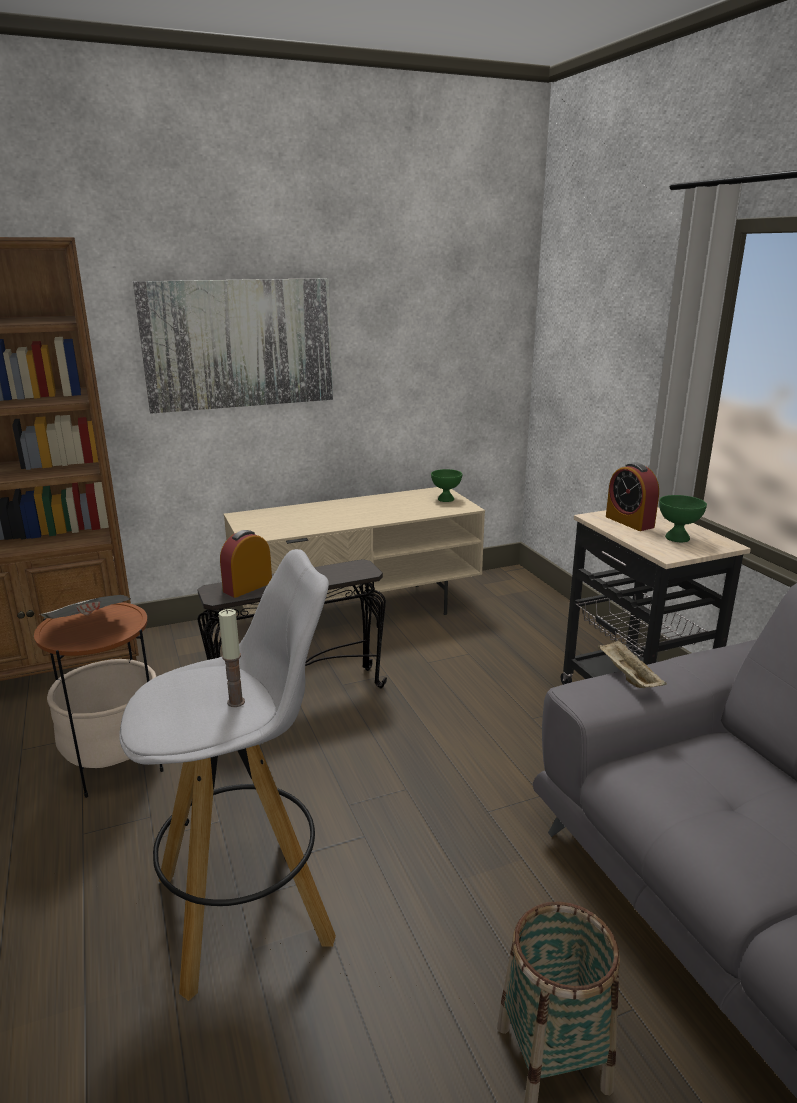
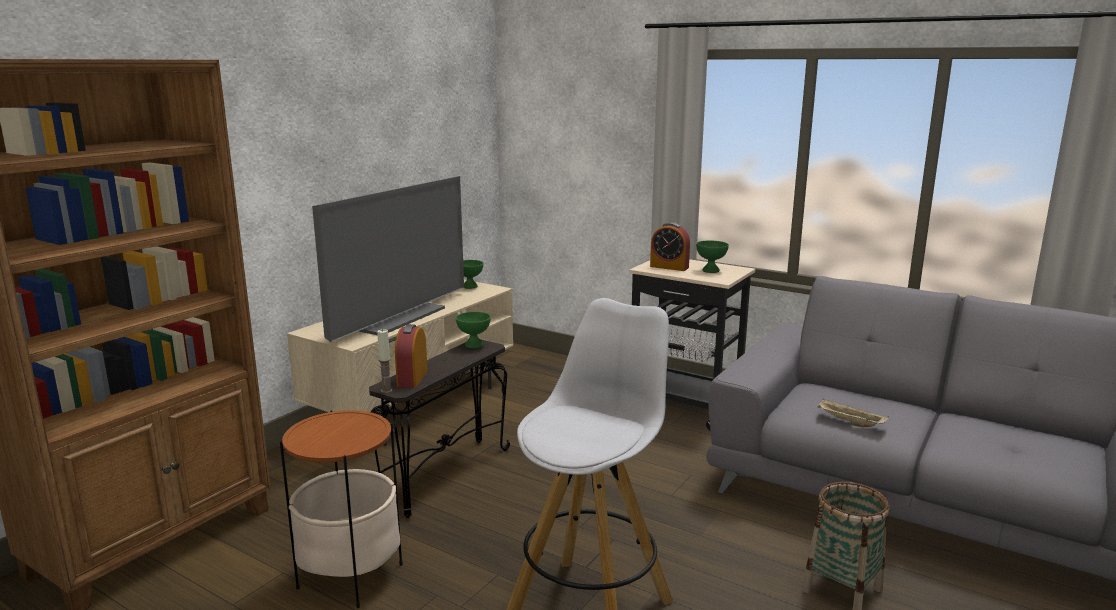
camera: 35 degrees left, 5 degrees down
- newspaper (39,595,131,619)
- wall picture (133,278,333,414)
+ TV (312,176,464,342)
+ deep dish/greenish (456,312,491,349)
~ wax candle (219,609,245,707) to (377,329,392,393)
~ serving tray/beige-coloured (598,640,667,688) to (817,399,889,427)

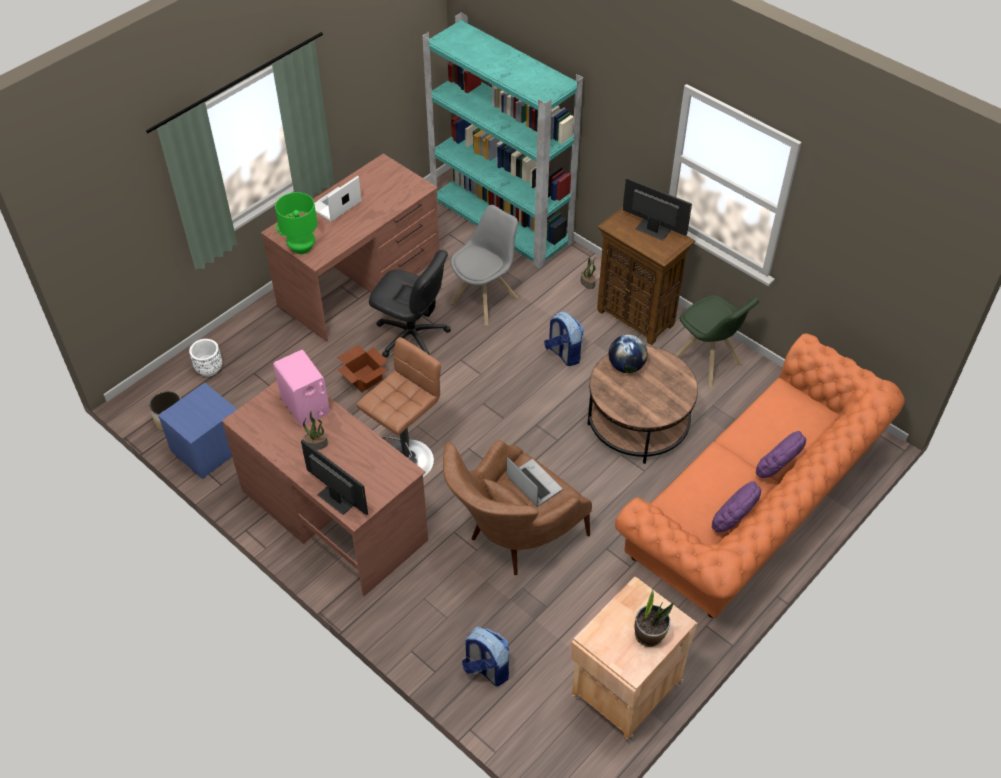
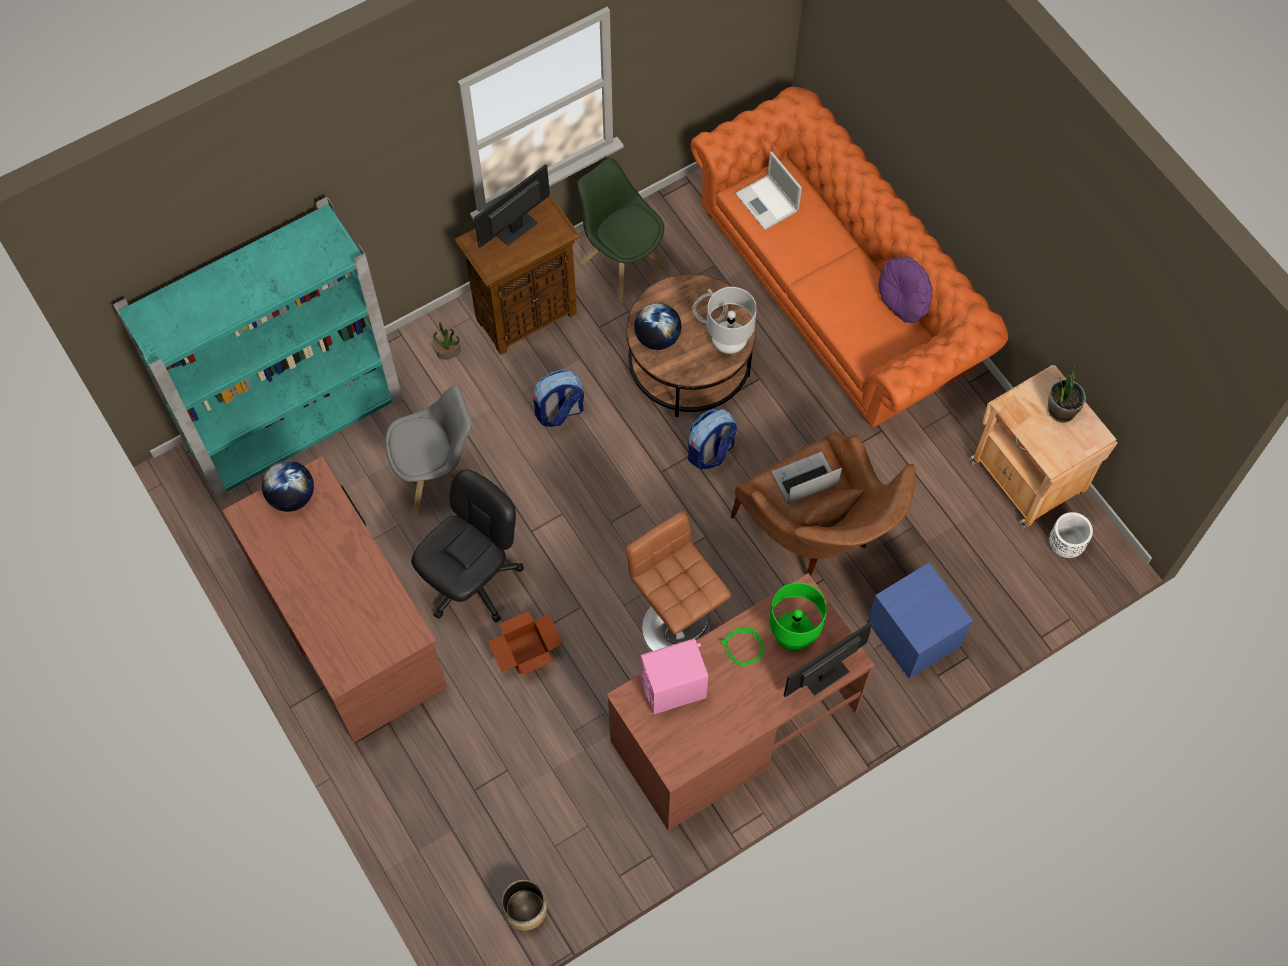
camera: 75 degrees left, 15 degrees up
- houseplant (303,411,328,450)
- throw pillow/purplish (756,431,806,478)
+ desk globe (262,461,314,512)
+ lamp for a table/white-coloured (692,287,757,354)
~ bedside table/blue (158,383,237,479) to (867,563,973,679)
~ flower pot/white-coloured (189,339,222,376) to (1049,512,1093,558)
~ lamp for a table/greenish (275,192,317,254) to (720,582,827,666)
~ portable computer (314,176,362,222) to (735,151,802,230)
~ knapsack (462,627,509,686) to (688,409,737,469)
~ plain chair/grey (450,205,518,326) = (385,386,472,517) 105 degrees clockwise
~ plain chair/greenish (675,295,759,389) = (577,158,666,304) 105 degrees counterclockwise

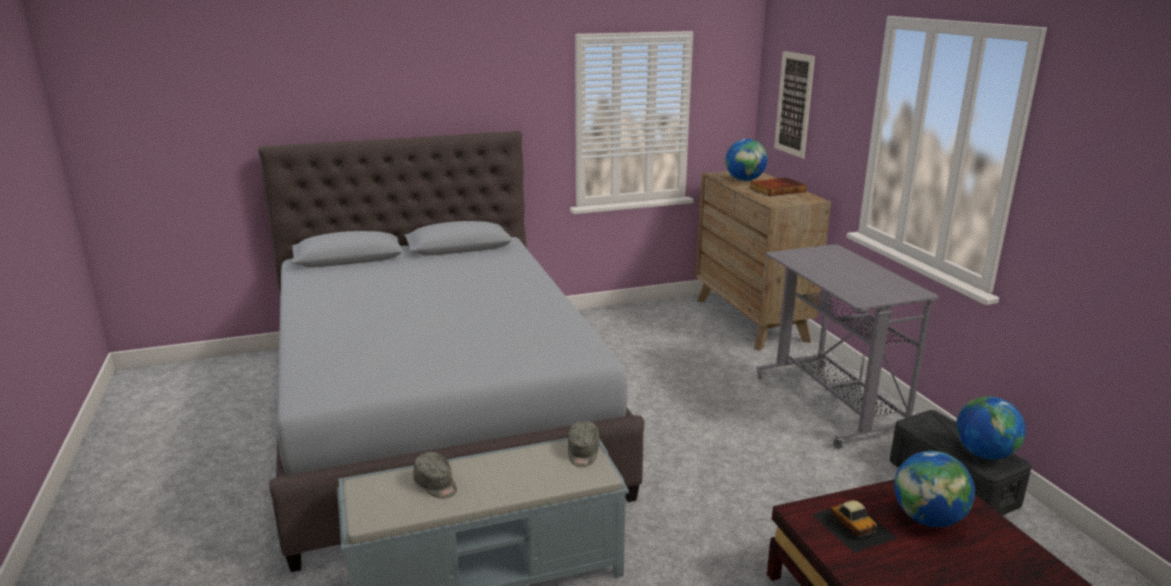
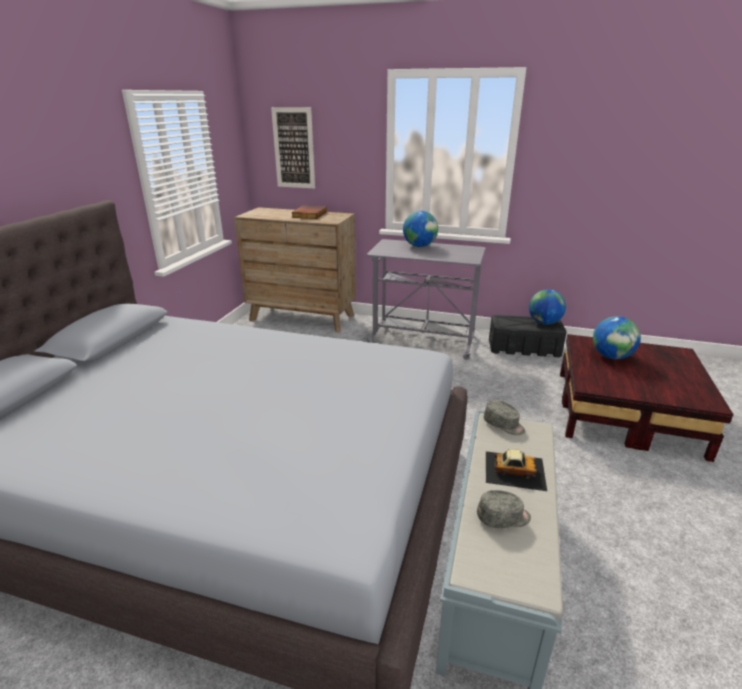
camera: 55 degrees left, 5 degrees up
~ desk globe (725,139,768,181) to (403,211,438,247)
~ model car (812,500,897,553) to (486,449,547,491)

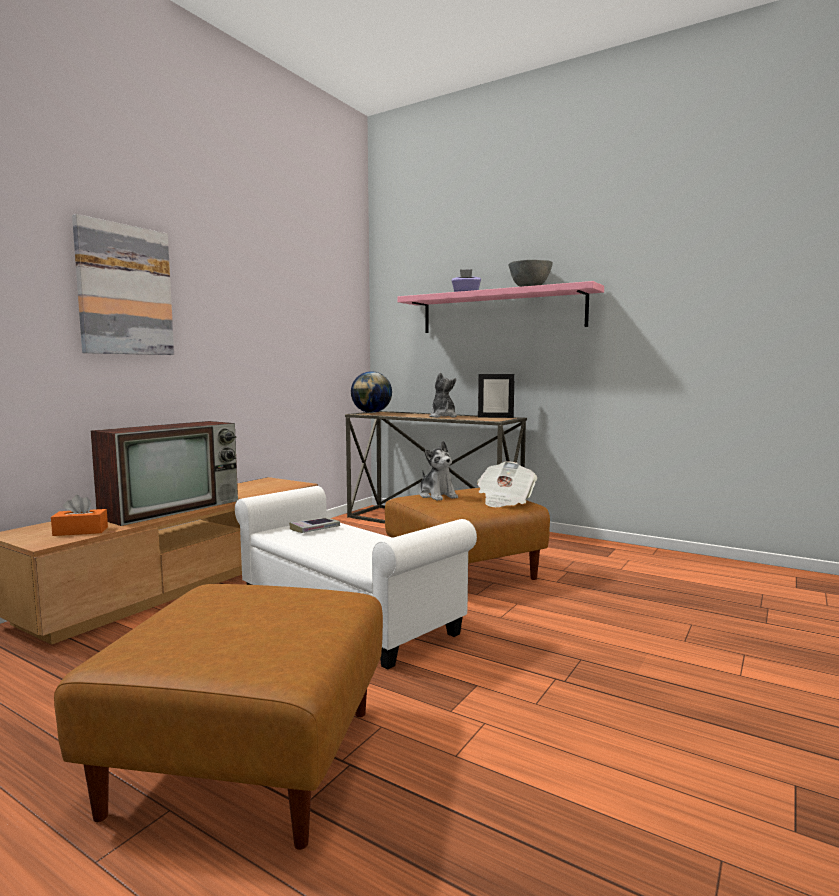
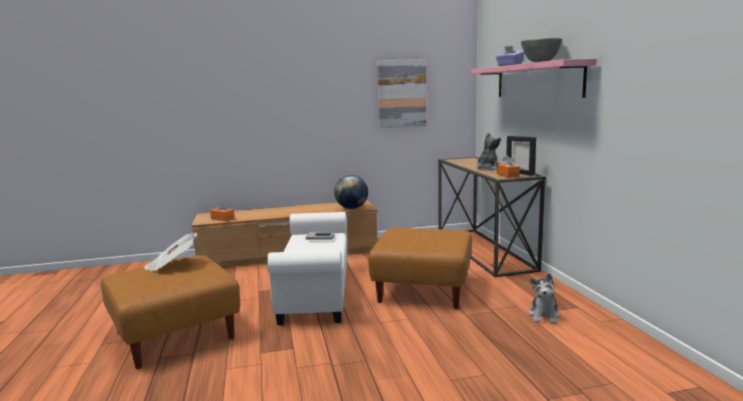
camera: 45 degrees right, 5 degrees up
- TV (91,421,238,526)
+ box of tissues/orange (497,155,520,178)
~ wall picture (72,214,174,355) to (377,59,427,128)
~ desk globe (351,371,392,413) to (334,175,368,209)
~ soft toy (419,441,458,501) to (528,273,560,324)
~ newspaper (477,461,537,507) to (144,233,197,272)

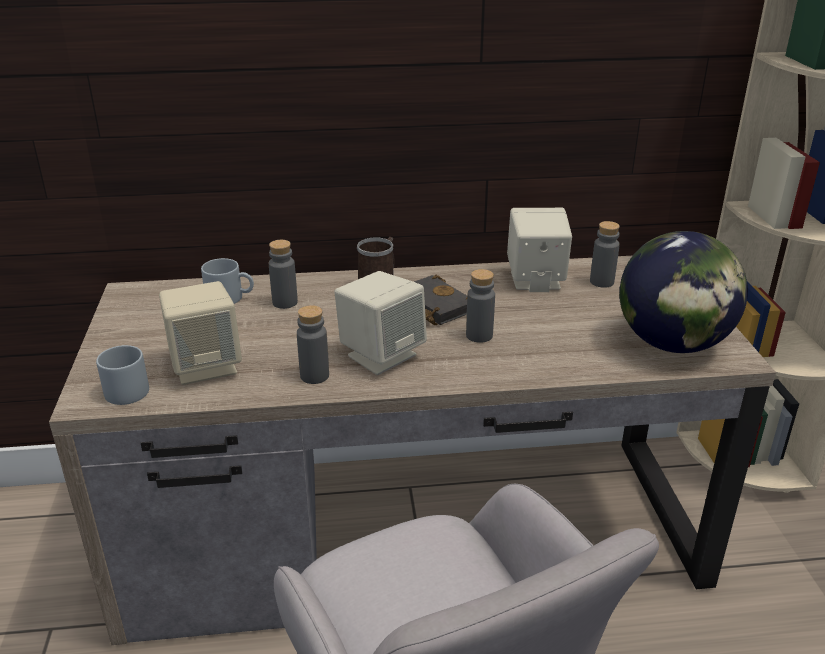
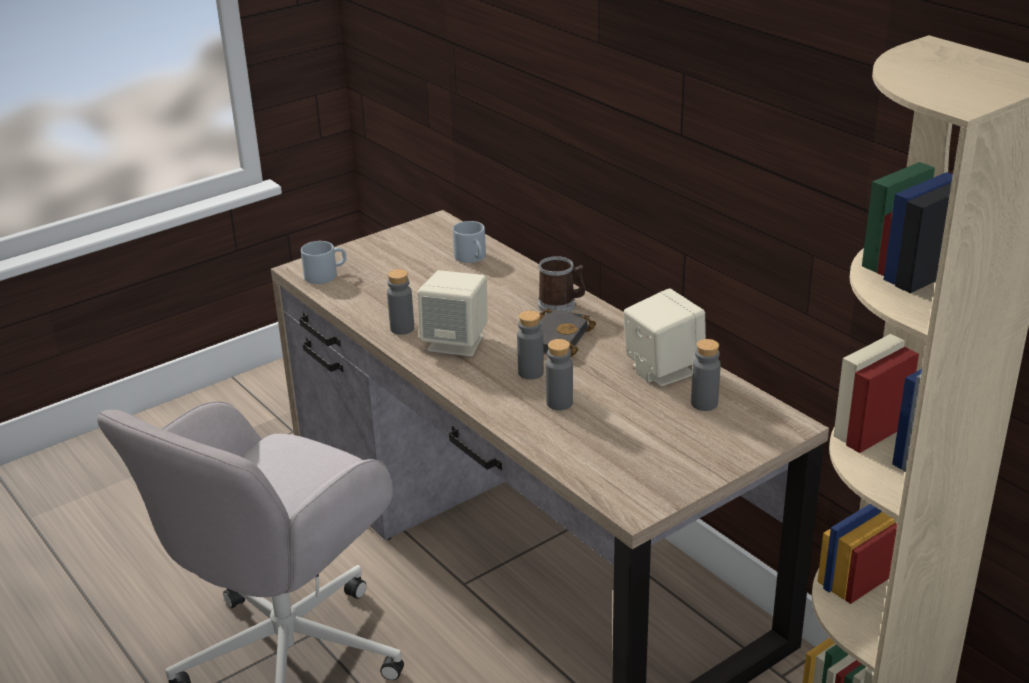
camera: 60 degrees right, 0 degrees up
- audio speaker/beige-coloured (159,281,242,385)
- desk globe (619,231,748,353)
~ drink bottle/grey (269,240,298,309) to (546,339,573,410)

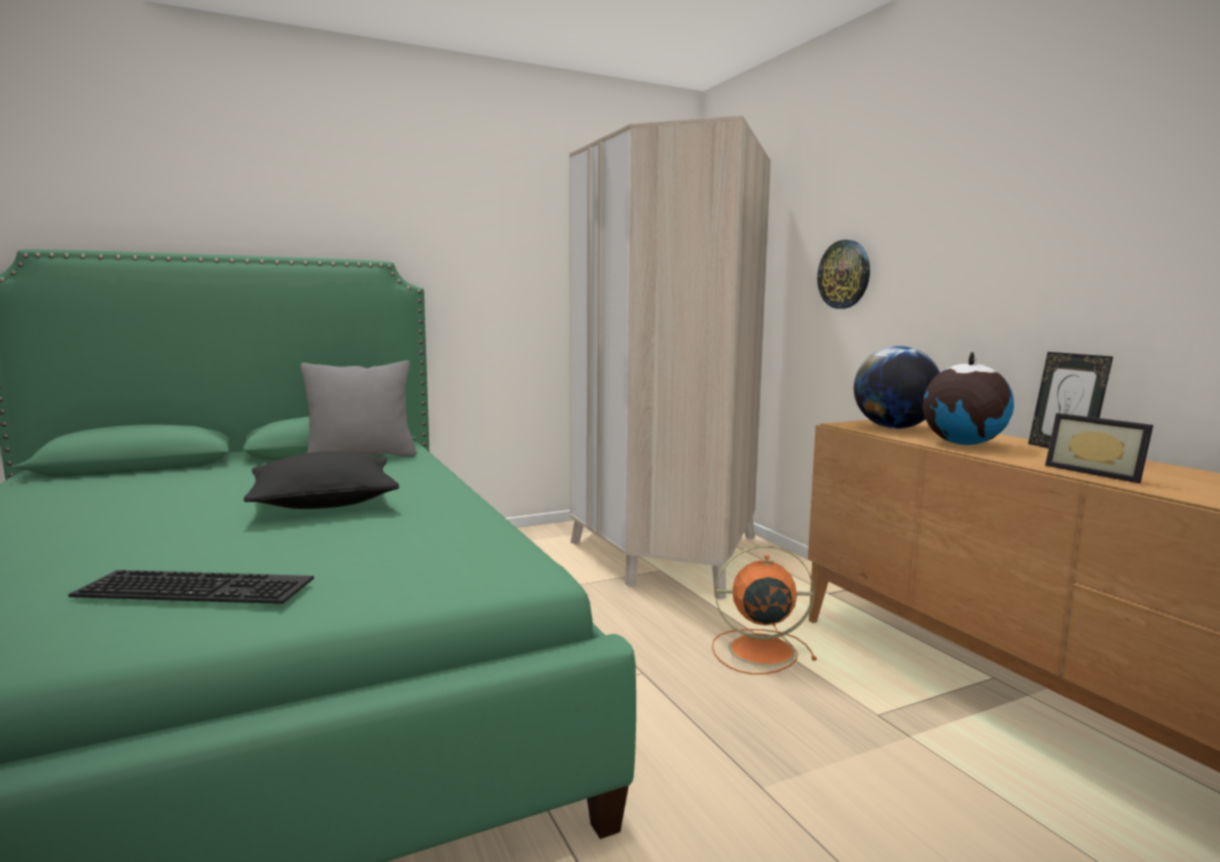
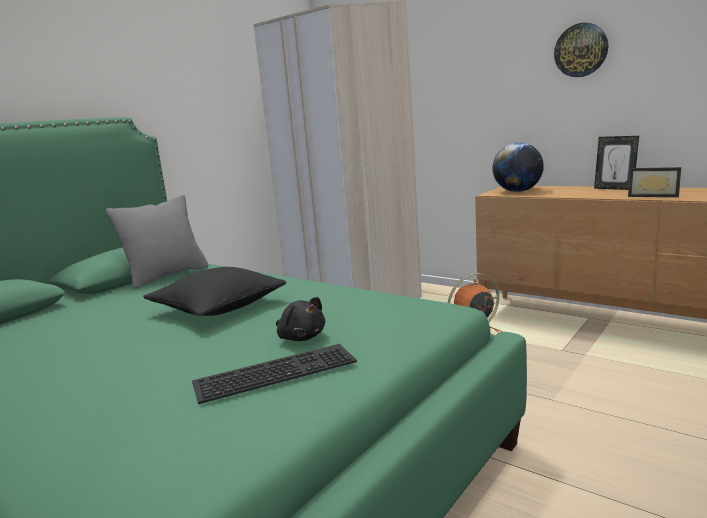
camera: 25 degrees left, 5 degrees up
- desk globe (923,352,1014,445)
+ soft toy/black (276,297,325,341)
~ wall clock (817,240,870,309) to (554,23,609,77)

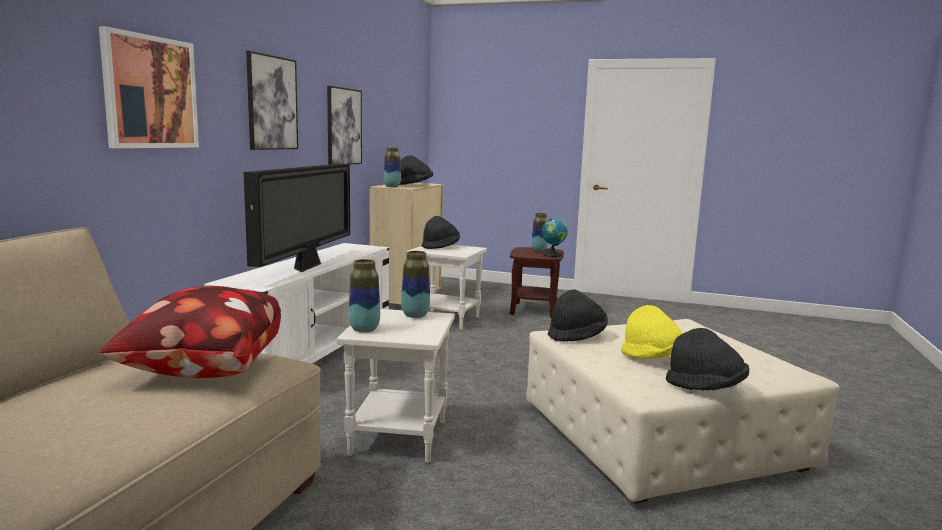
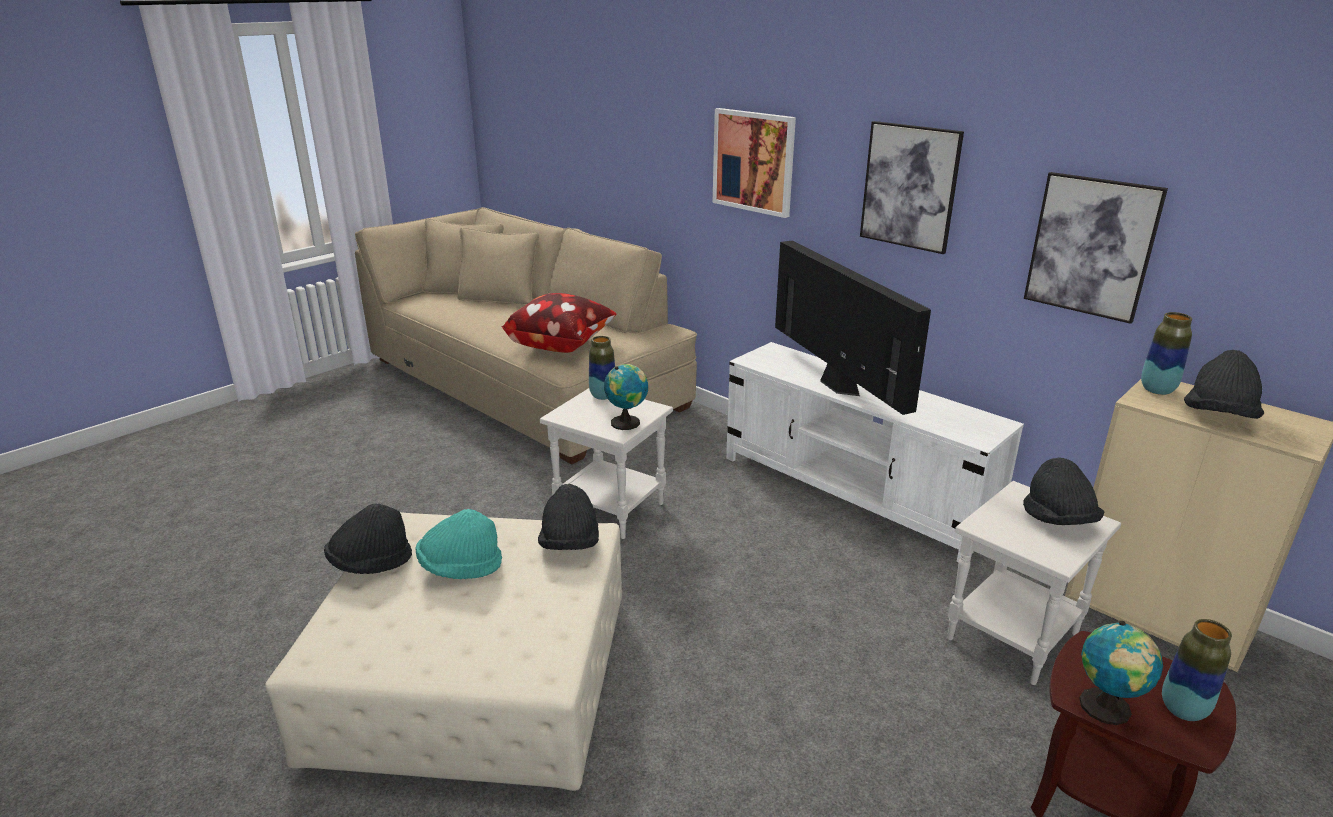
camera: 115 degrees right, 15 degrees up
~ decorative vase (401,251,430,318) to desk globe (604,364,648,430)
~ wearable hat/yellow (621,305,683,359) to wearable hat/turquoise-coloured (415,509,502,579)
~ TV (244,164,350,272) = (775,241,931,415) 150 degrees counterclockwise

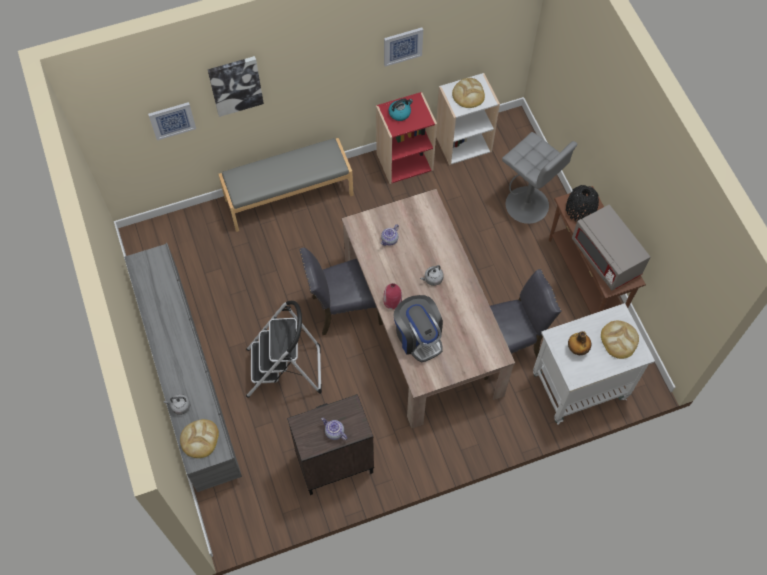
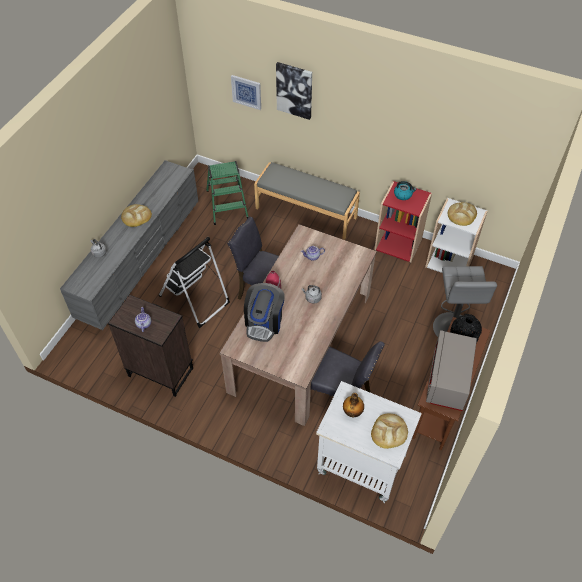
camera: 45 degrees right, 10 degrees down
- wall picture (384,27,423,67)
+ stepladder/greenish (206,161,249,225)
~ baked bread (180,419,219,458) to (121,204,152,227)

